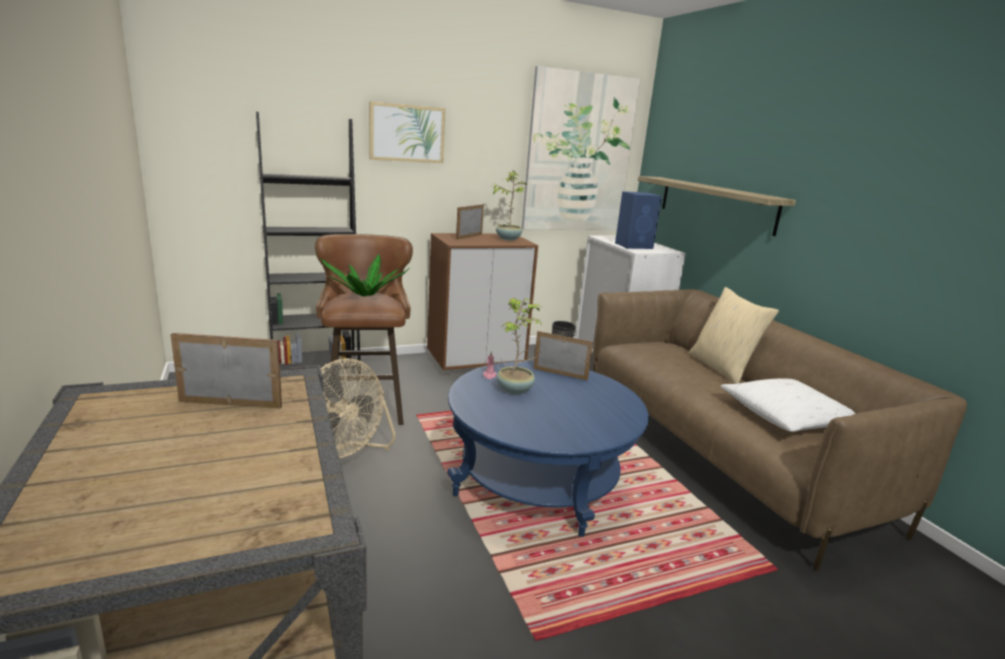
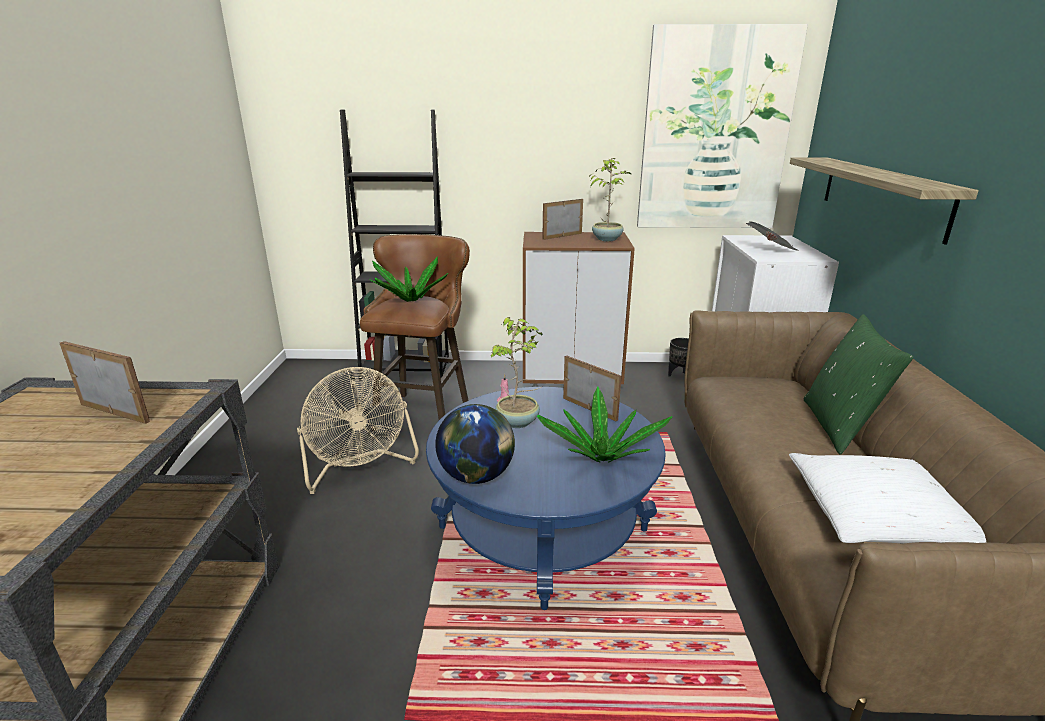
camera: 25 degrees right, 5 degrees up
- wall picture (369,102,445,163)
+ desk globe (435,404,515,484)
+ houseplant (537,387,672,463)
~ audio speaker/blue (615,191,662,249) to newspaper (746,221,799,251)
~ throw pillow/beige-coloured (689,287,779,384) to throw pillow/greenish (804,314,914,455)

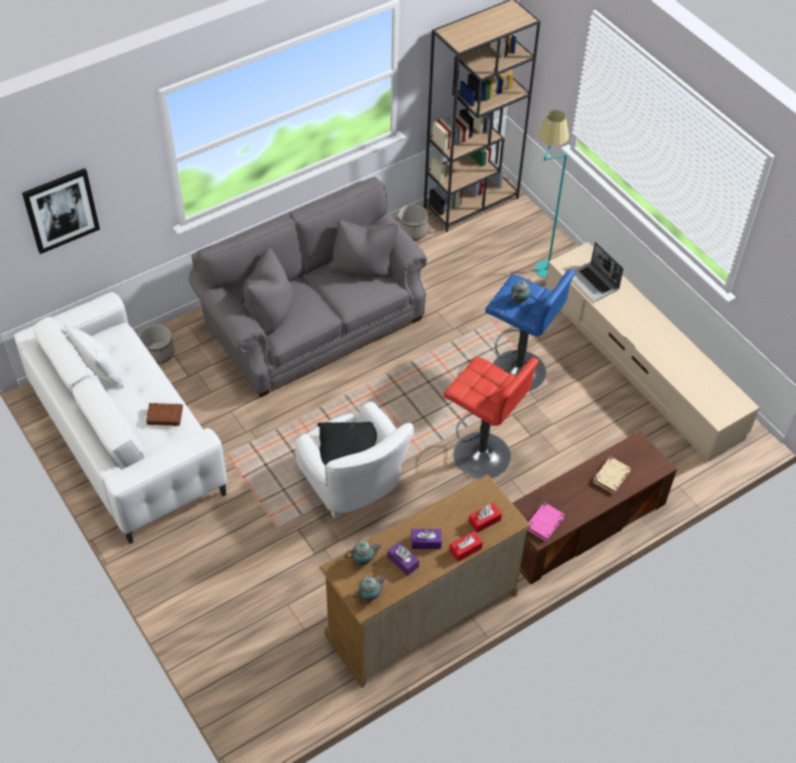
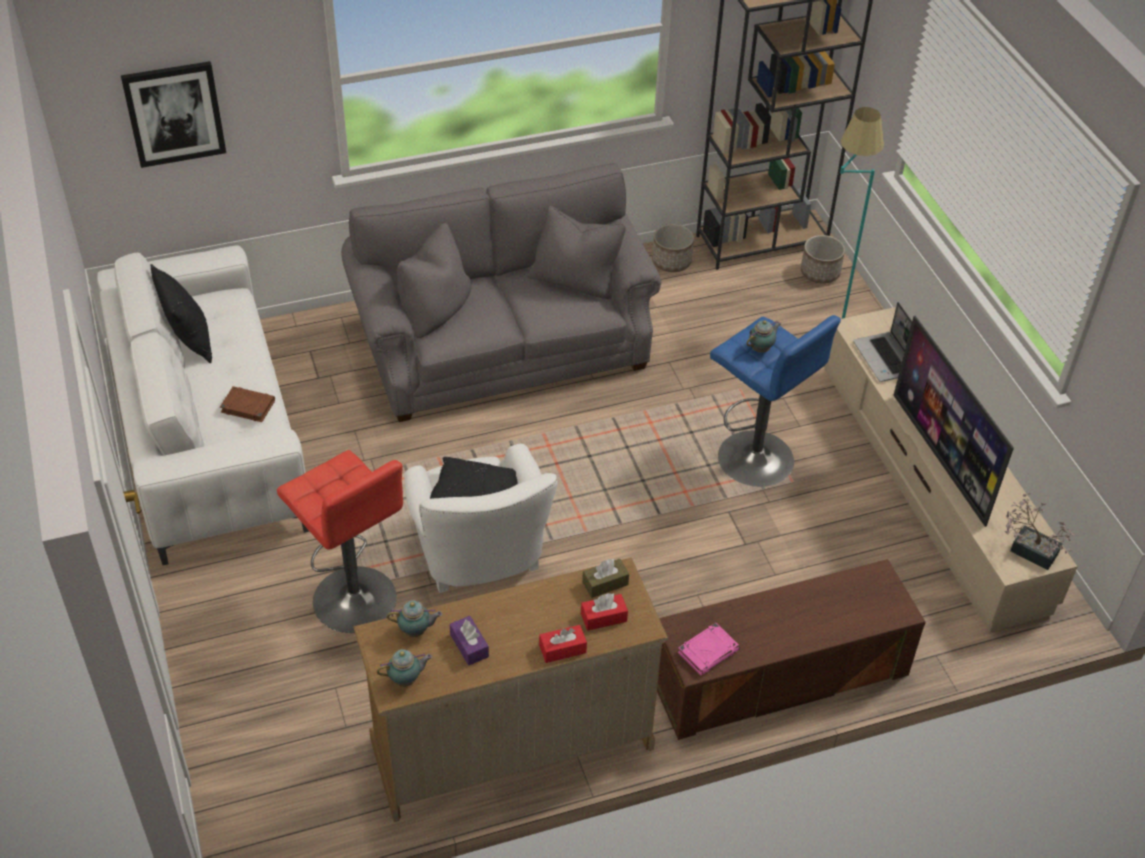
camera: 15 degrees right, 5 degrees down
- box of tissues/purplish (411,529,442,549)
- bound book/beige-coloured (593,456,631,494)
+ box of tissues/brownish (582,558,629,598)
+ TV (894,316,1014,527)
+ houseplant (1005,493,1075,570)
~ flower pot (139,325,174,364) to (801,235,845,284)
~ stool seat/red-coloured (444,356,539,479) to (277,450,403,633)
~ throw pillow/white-coloured (64,325,124,388) to throw pillow/black (151,264,212,363)

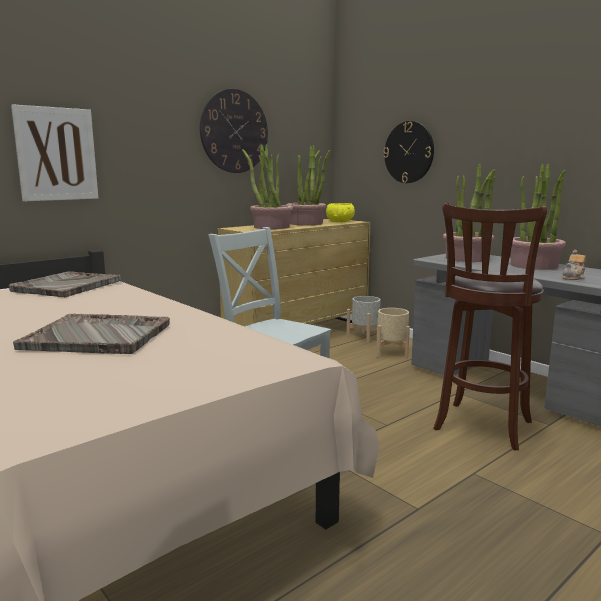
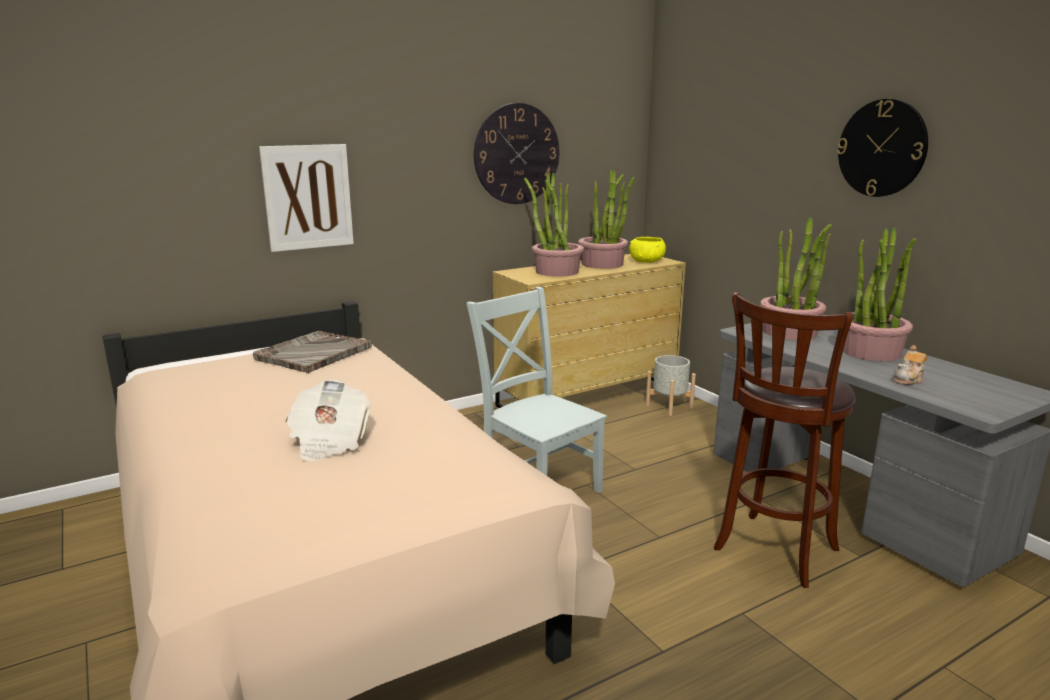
camera: 10 degrees right, 5 degrees up
- flower pot/beige-coloured (376,308,410,359)
~ wall clock (383,121,434,183) to (837,99,928,197)
~ serving tray/grey (13,314,170,354) to newspaper (286,379,372,461)

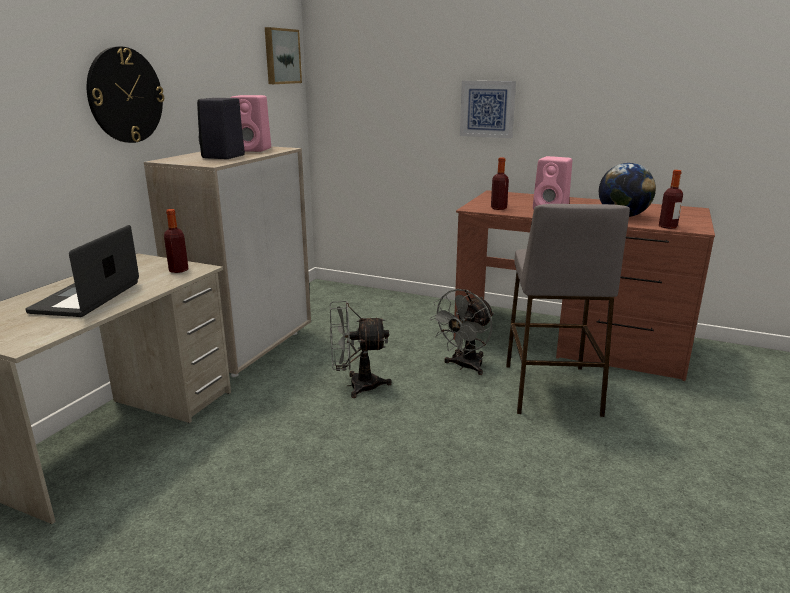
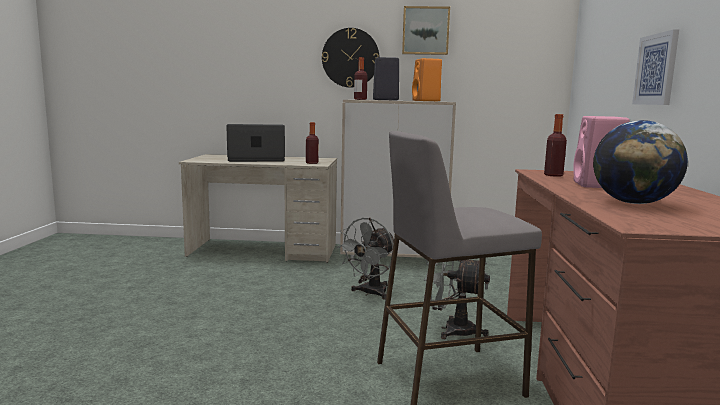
camera: 70 degrees right, 10 degrees down
~ wall picture (265,27,302,84) to (402,6,450,55)
~ drink bottle (659,170,683,229) to (354,57,367,100)
~ audio speaker/pink (230,95,271,152) to audio speaker/orange (412,58,442,101)
~ electric fan/grey (330,301,392,398) = (337,218,394,299) 120 degrees counterclockwise

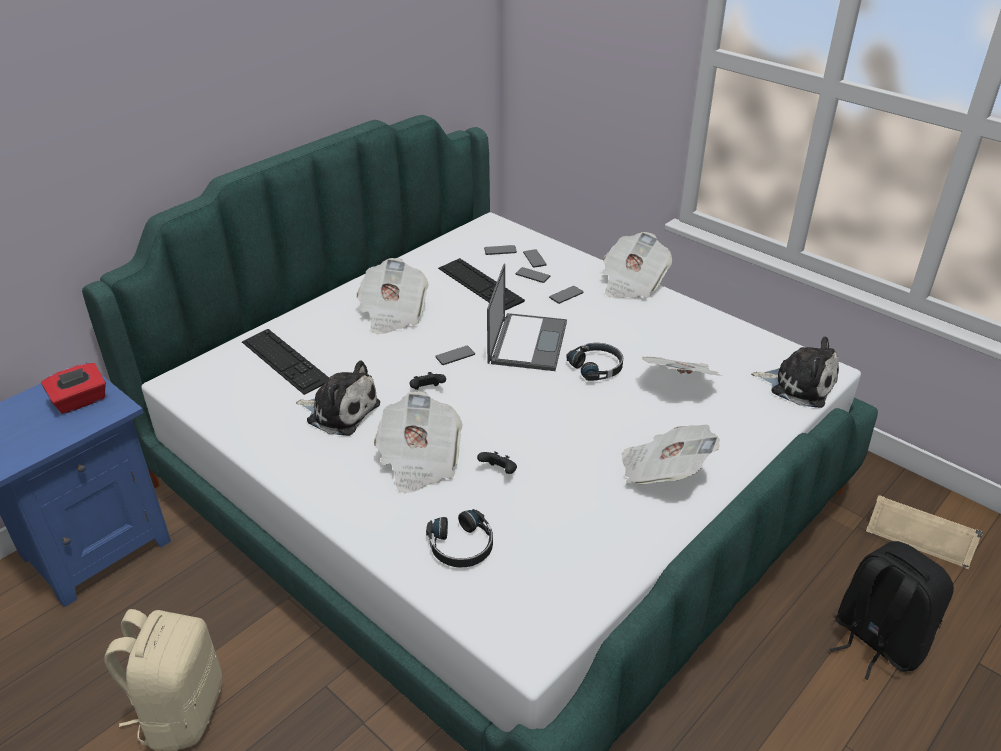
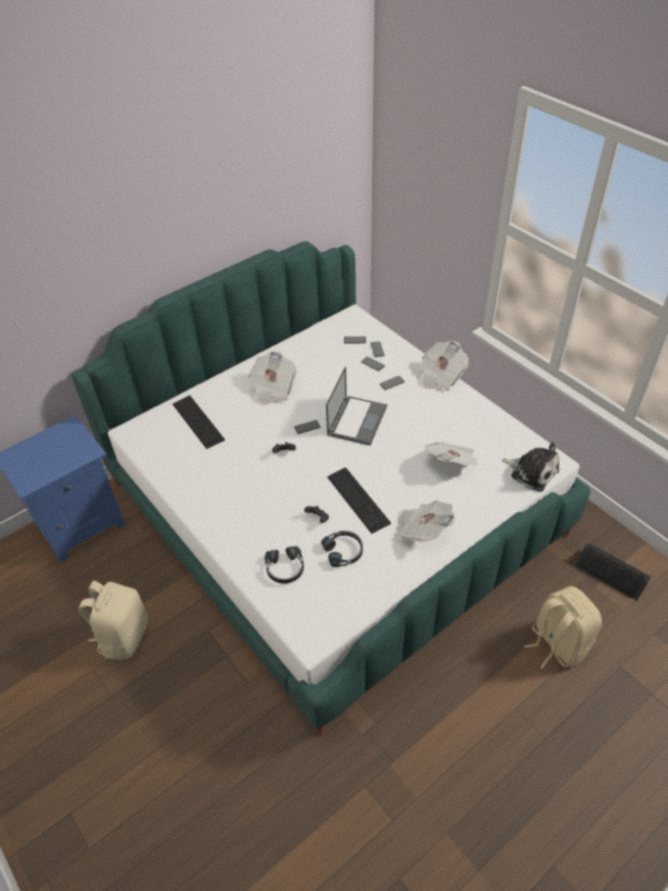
camera: 10 degrees right, 10 degrees up
- box of tissues/red-coloured (41,363,106,414)
- soft toy (295,360,380,436)
- newspaper (374,391,463,493)
~ PC keyboard (438,258,525,310) to (327,467,391,534)
~ headset/black (566,343,623,381) to (321,531,363,567)
~ knapsack/black (830,541,954,680) to knapsack/beige-coloured (524,586,602,669)
~ audio speaker/beige-coloured (866,495,983,569) to audio speaker/black (575,543,651,601)

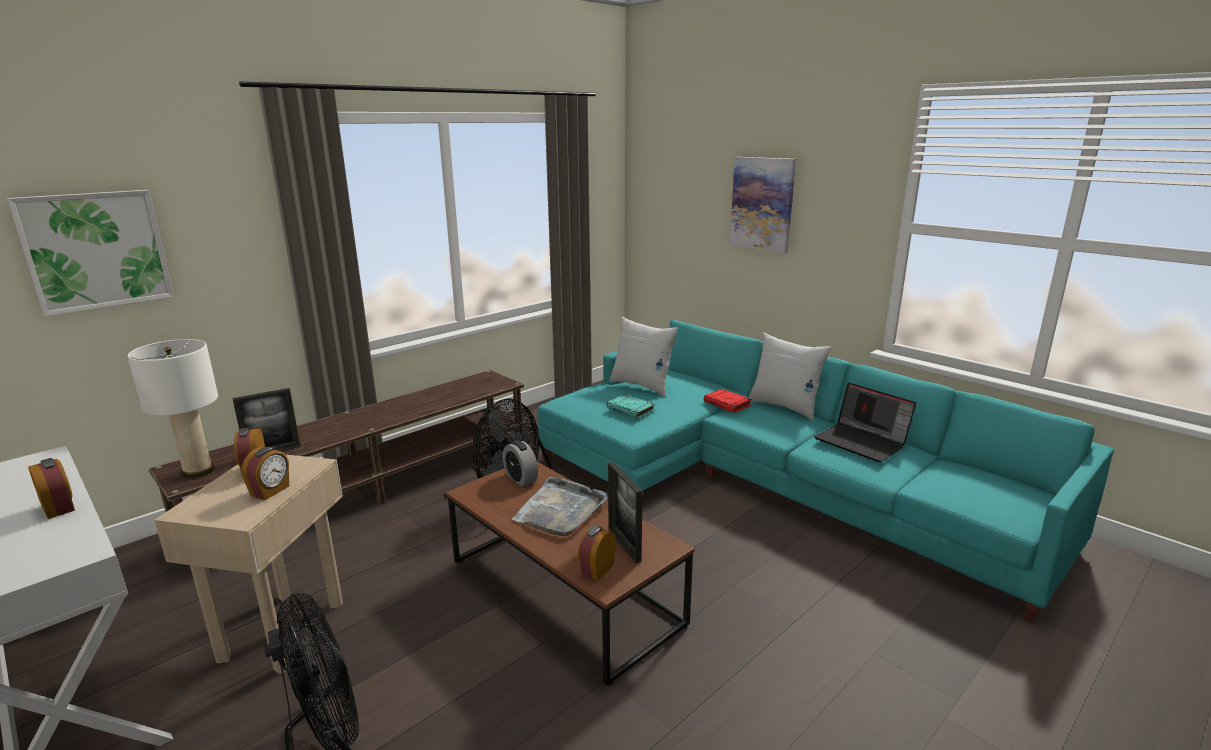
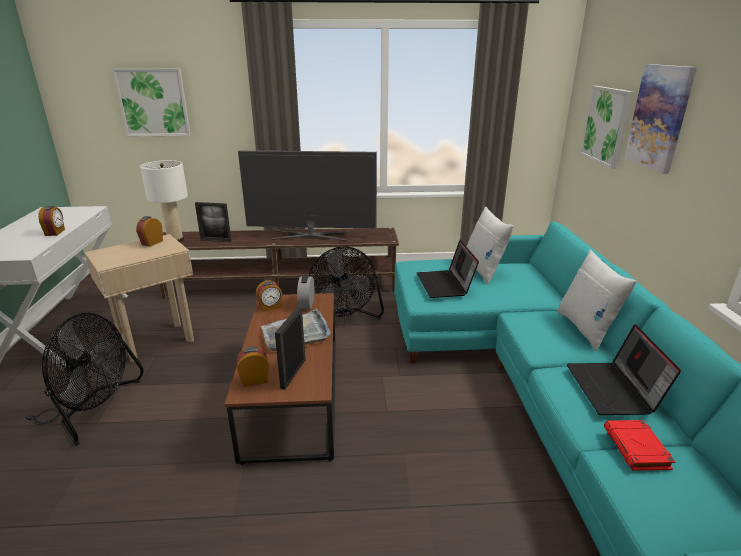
camera: 40 degrees right, 5 degrees up
+ TV (238,150,377,241)
+ wall picture (579,86,633,169)
~ bedside clock (242,447,289,500) to (256,280,282,312)
~ bound book/red-coloured (704,389,752,413) to (604,420,676,471)
~ bound book/turquoise-coloured (606,394,655,419) to portable computer (417,240,479,298)

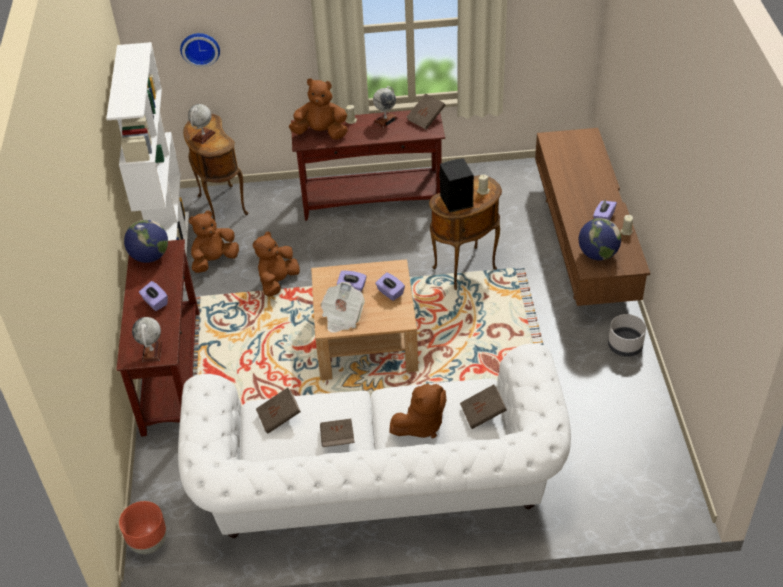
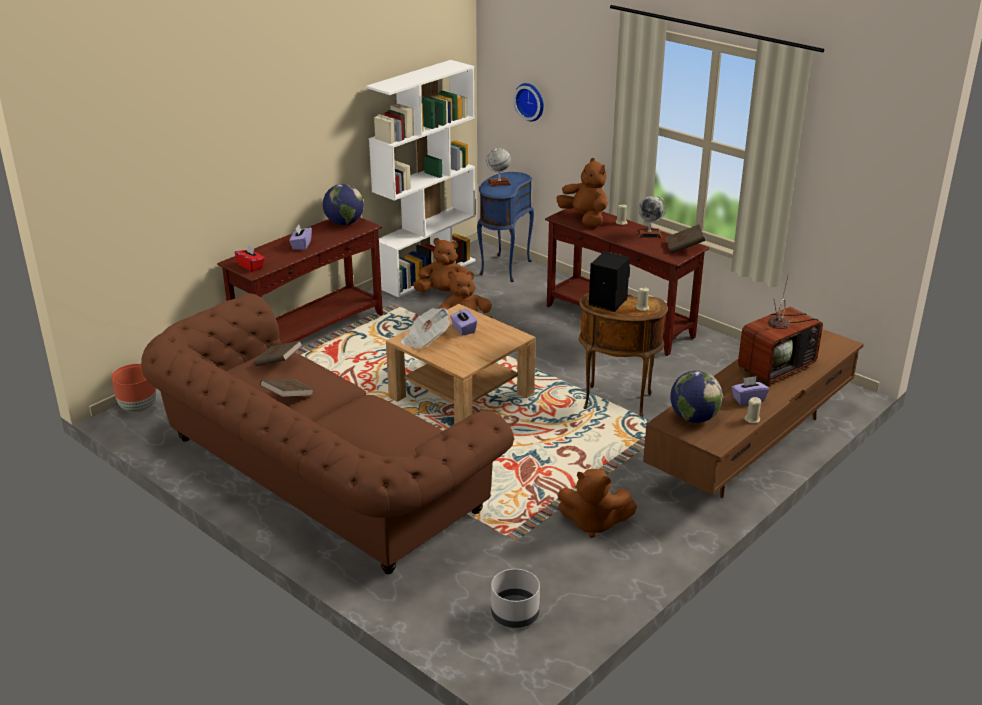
camera: 45 degrees right, 15 degrees down
- box of tissues/purplish (375,273,405,301)
- bound book/brownish (460,384,507,429)
+ TV (738,275,823,383)
~ soft toy/brownish (389,383,446,438) to (557,469,637,538)
~ flower pot/grey (608,314,646,357) to (491,569,540,628)
~ desk globe (132,317,162,362) to box of tissues/red-coloured (235,244,265,272)
~ sofa/white-coloured (178,343,571,538) to sofa/brownish (141,293,514,574)
~ end table/brownish (183,114,248,221) to end table/blue (477,172,534,282)

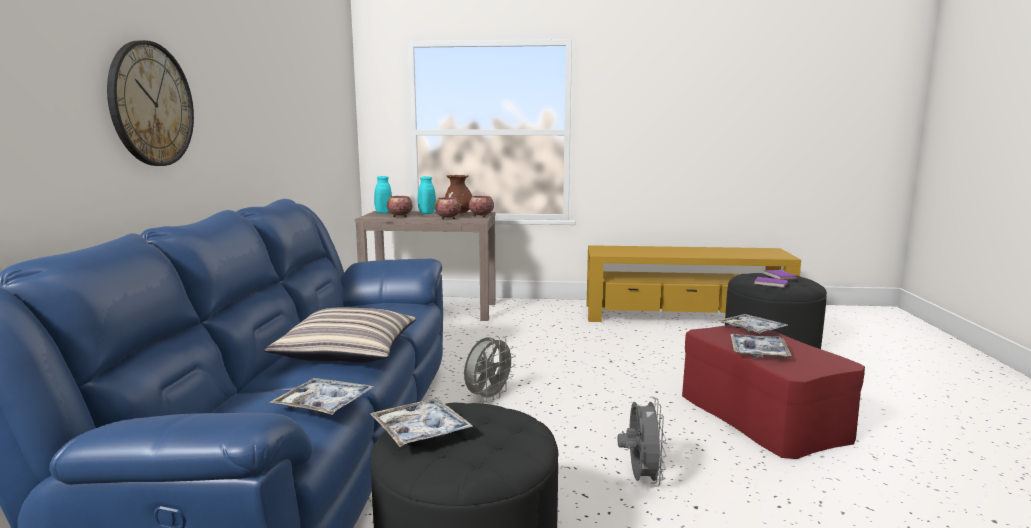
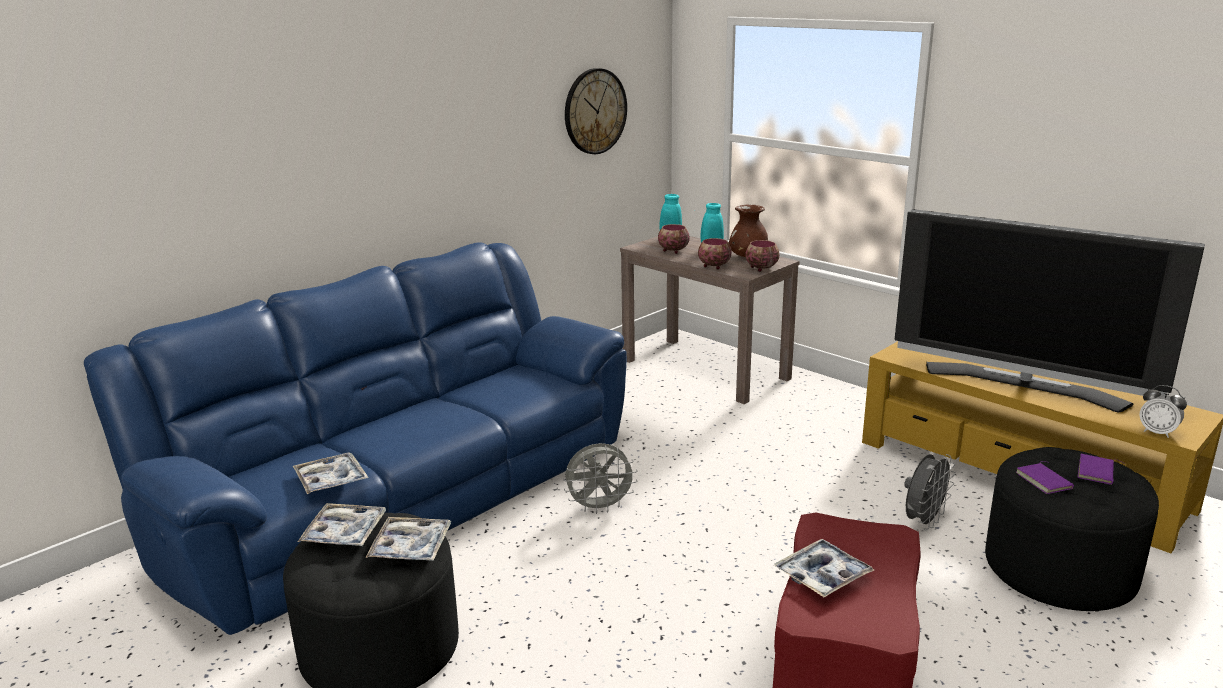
camera: 40 degrees right, 10 degrees up
- throw pillow (264,308,416,362)
+ TV (895,209,1205,412)
+ bedside clock (1139,385,1187,438)
~ wall clock (107,40,194,166) to (565,68,627,154)
~ electric fan/grey (618,396,667,487) to (904,454,956,530)
~ serving tray (717,314,788,333) to (365,517,451,561)

